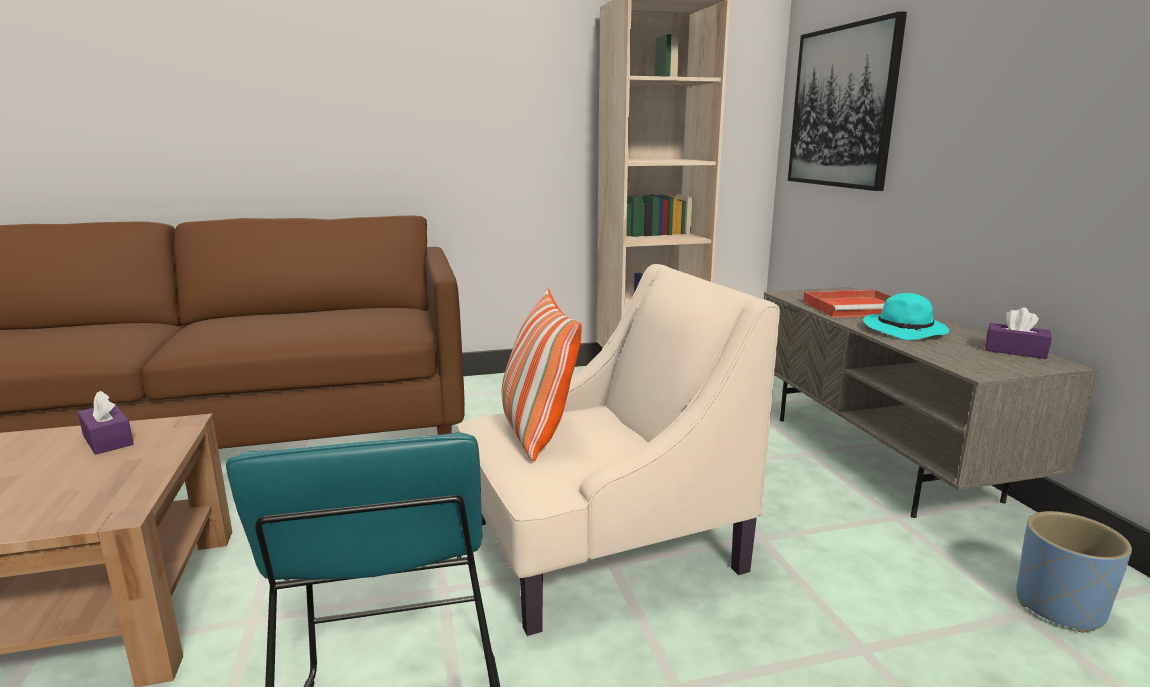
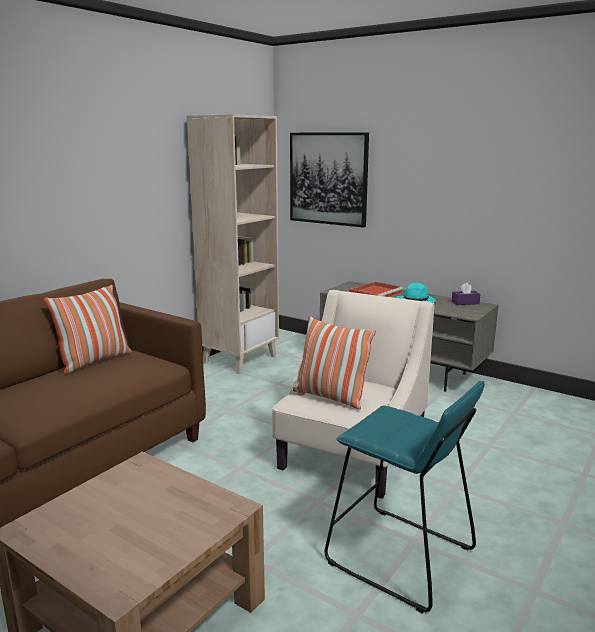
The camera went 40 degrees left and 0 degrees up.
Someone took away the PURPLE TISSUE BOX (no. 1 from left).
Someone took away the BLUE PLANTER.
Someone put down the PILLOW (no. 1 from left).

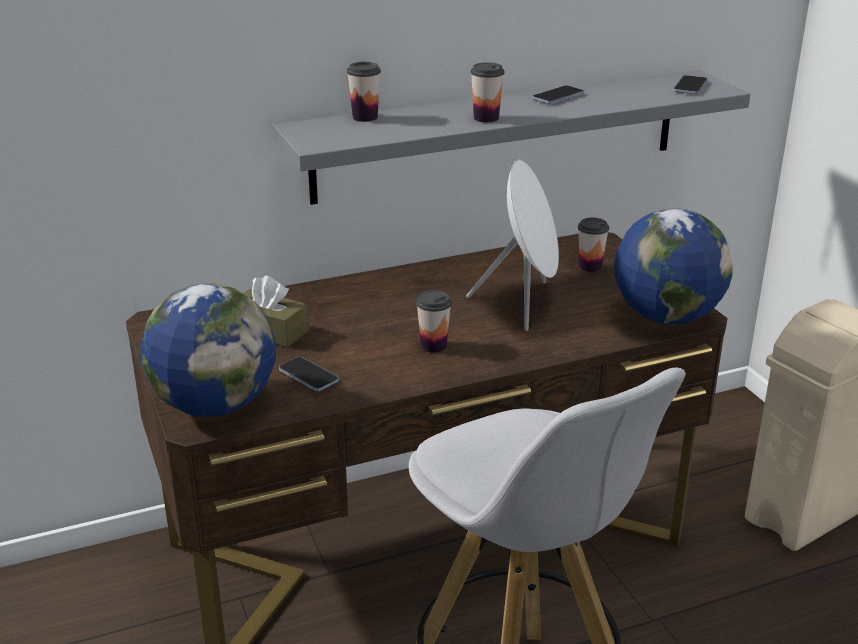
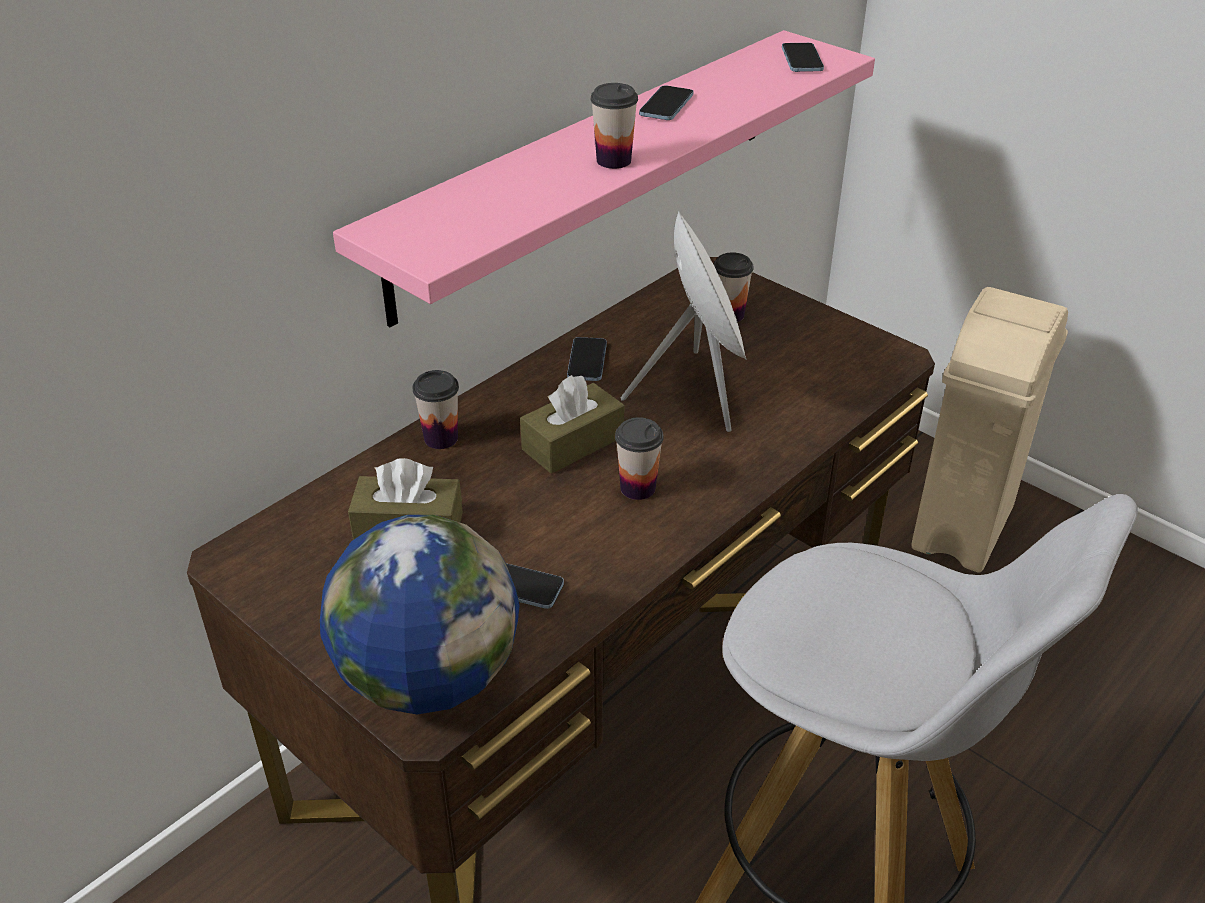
The camera went 25 degrees left and 10 degrees up.
Someone took away the GLOBE (no. 2 from left).
Someone put down the BROWN TISSUE BOX (no. 2 from left).
Someone put down the PHONE (no. 2 from left).
Someone carried the CUP (no. 1 from left).
Someone repainted the GREY SHELF, which became the PINK SHELF.

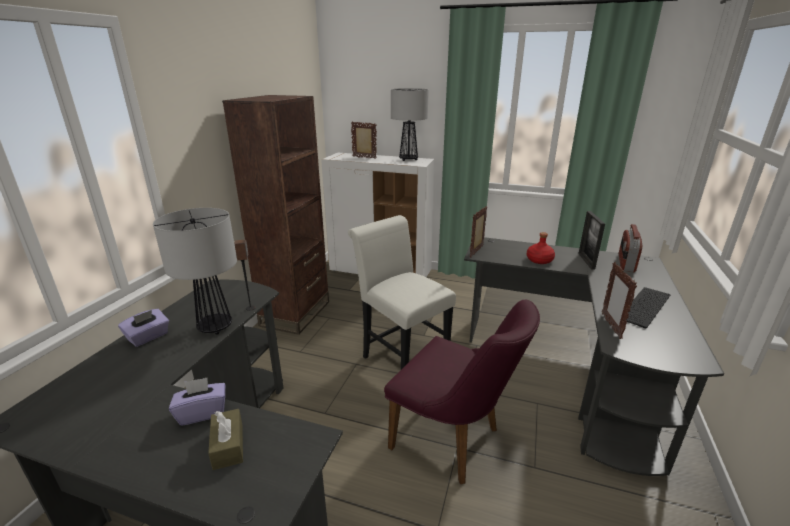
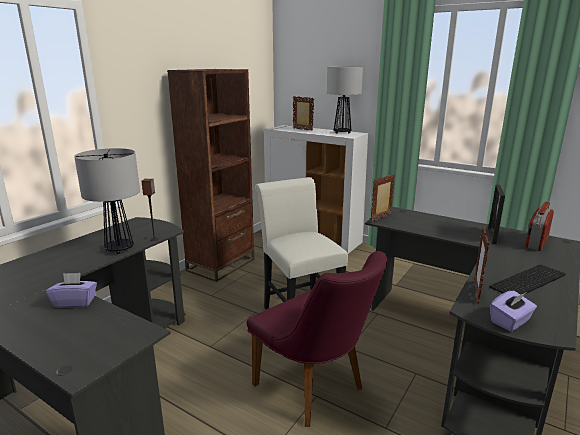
The camera went 15 degrees right and 5 degrees down.
Someone took away the BROWN TISSUE BOX.
Someone took away the RED BOTTLE.
Someone carried the PURPLE TISSUE BOX (no. 1 from left in the first image).

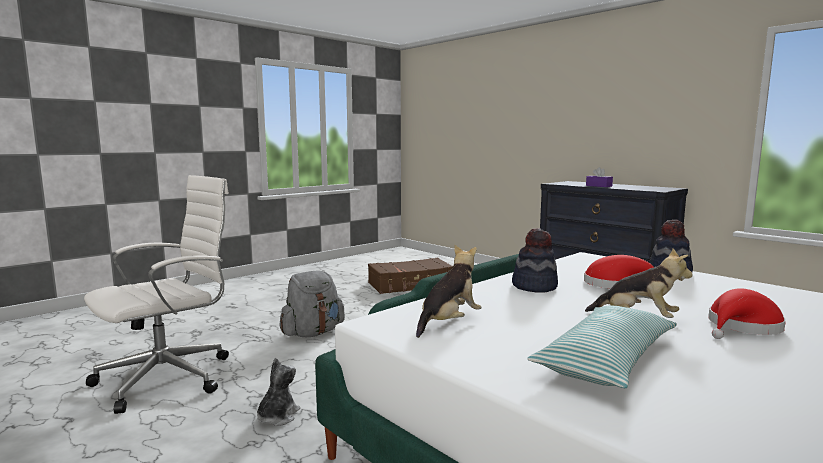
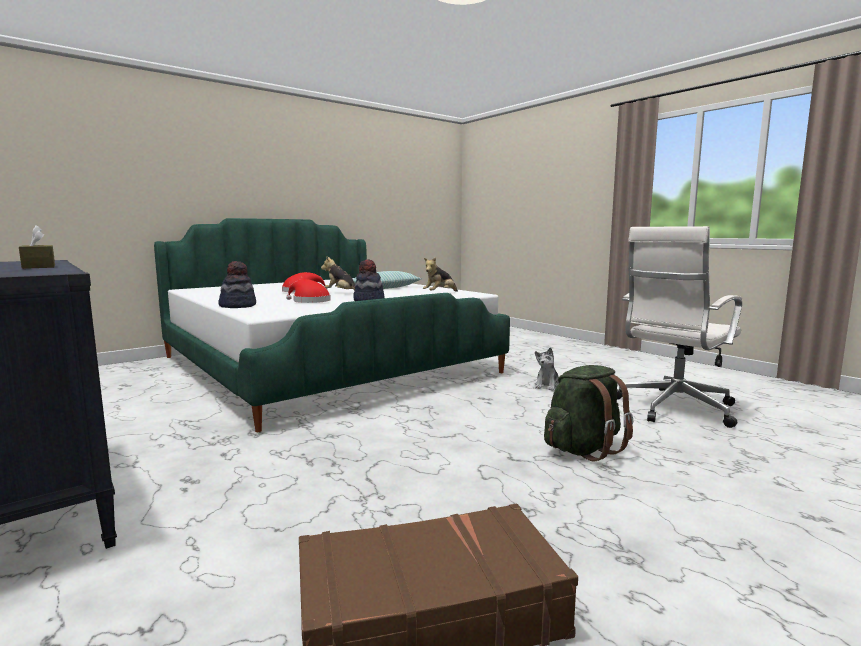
The camera went 175 degrees left and 0 degrees up.
Someone repainted the GREY BACKPACK, which became the GREEN BACKPACK.
Someone repainted the PURPLE TISSUE BOX, which became the BROWN TISSUE BOX.

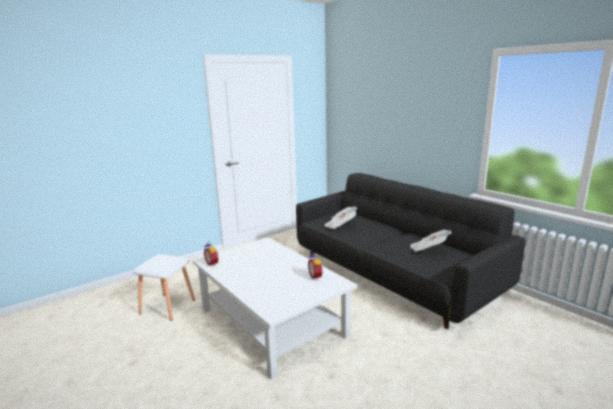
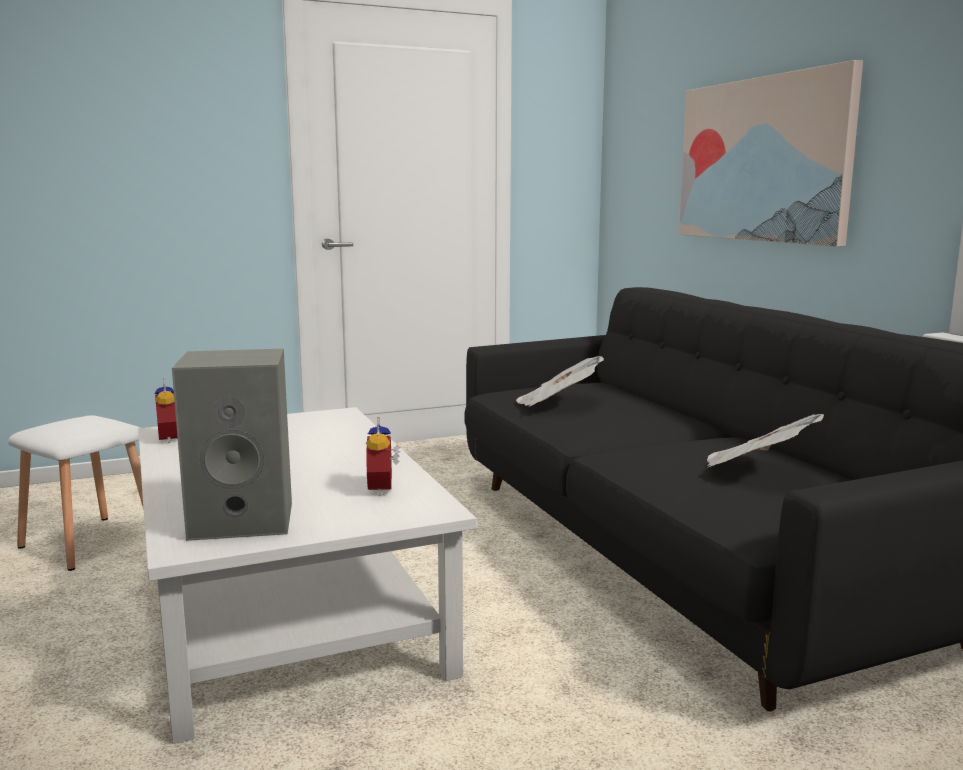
The camera went 15 degrees right and 5 degrees down.
Someone put down the GREY SPEAKER.
Someone put up the PICTURE.

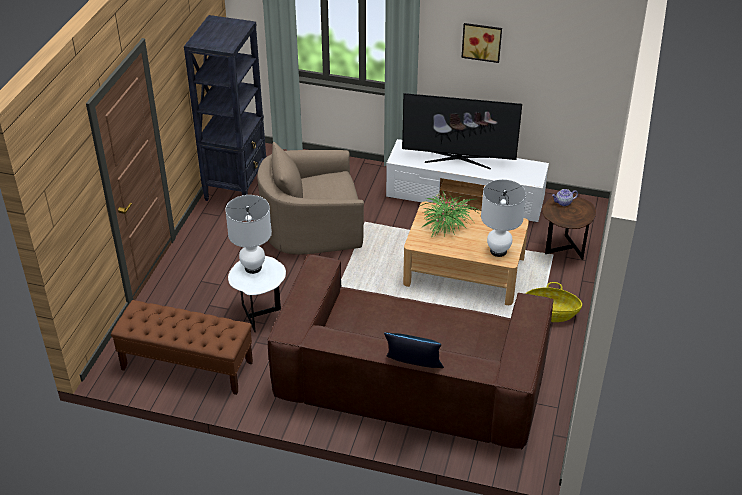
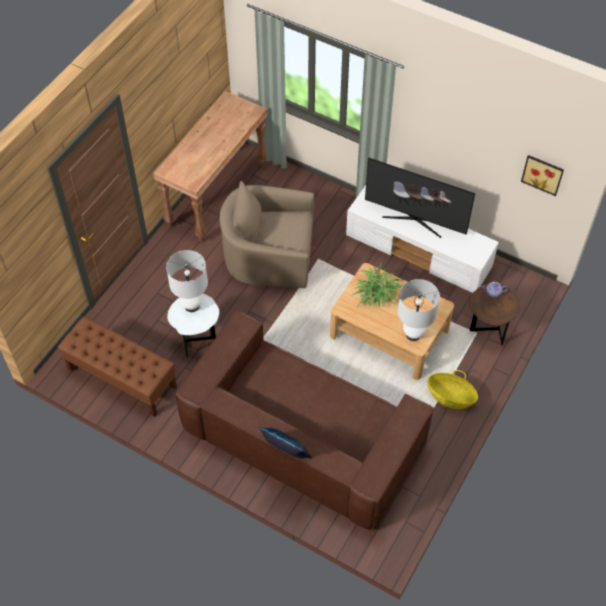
The camera went 15 degrees right and 15 degrees up.
Someone carried the PICTURE.
Someone swapped the BLACK BOOKCASE for the BROWN CONSOLE TABLE.

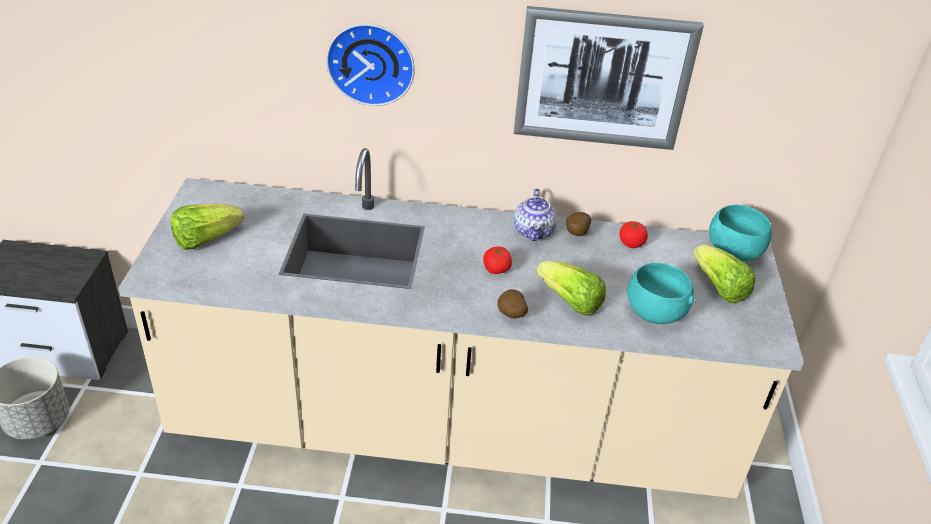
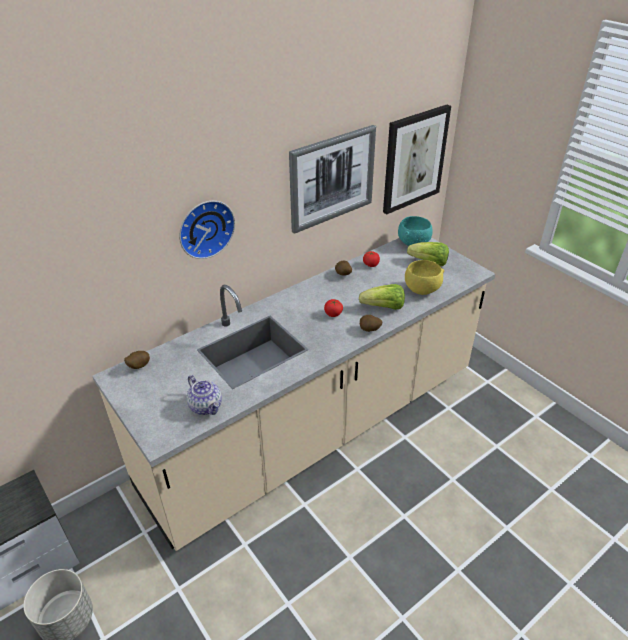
The camera went 40 degrees left and 0 degrees up.
Someone took away the LETTUCE (no. 1 from left).
Someone put down the POTATO (no. 1 from left).
Someone put up the PICTURE (no. 2 from left).
Someone carried the TEAPOT.
Someone repainted the TURQUOISE BOWL (no. 1 from left), which became the YELLOW BOWL.

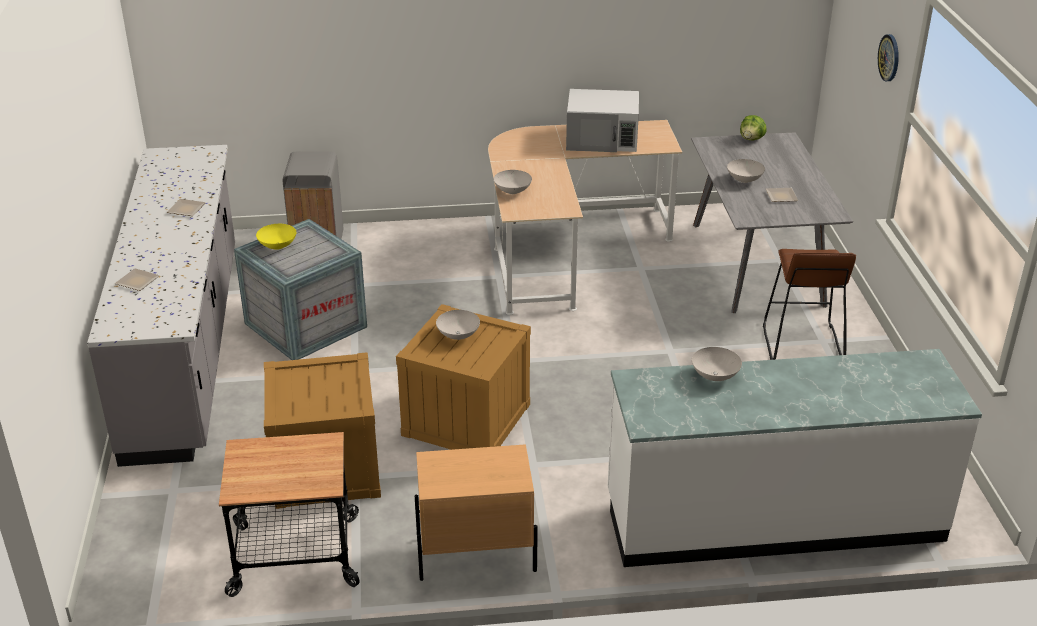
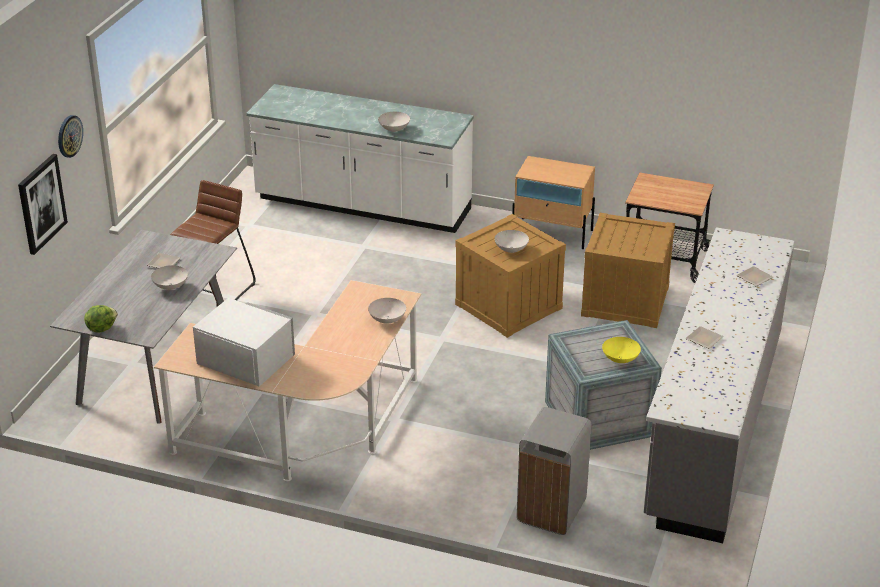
The camera went 155 degrees left and 0 degrees up.
Someone put up the PICTURE.

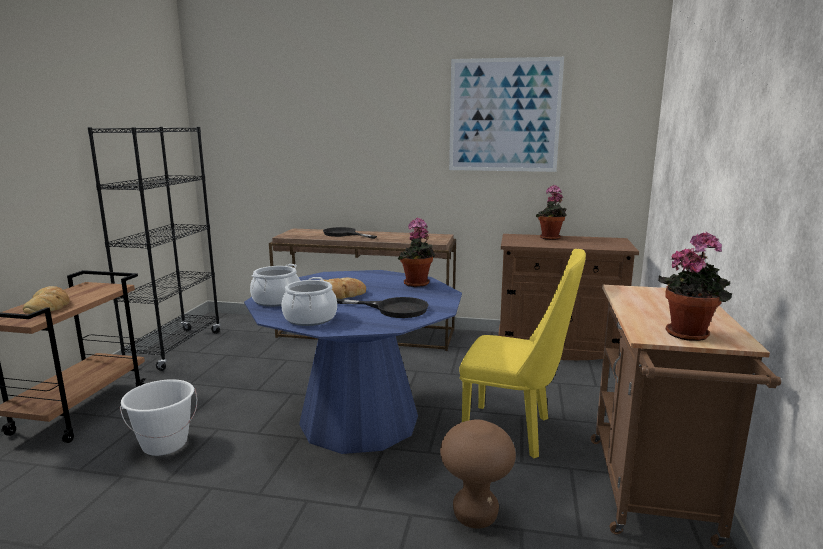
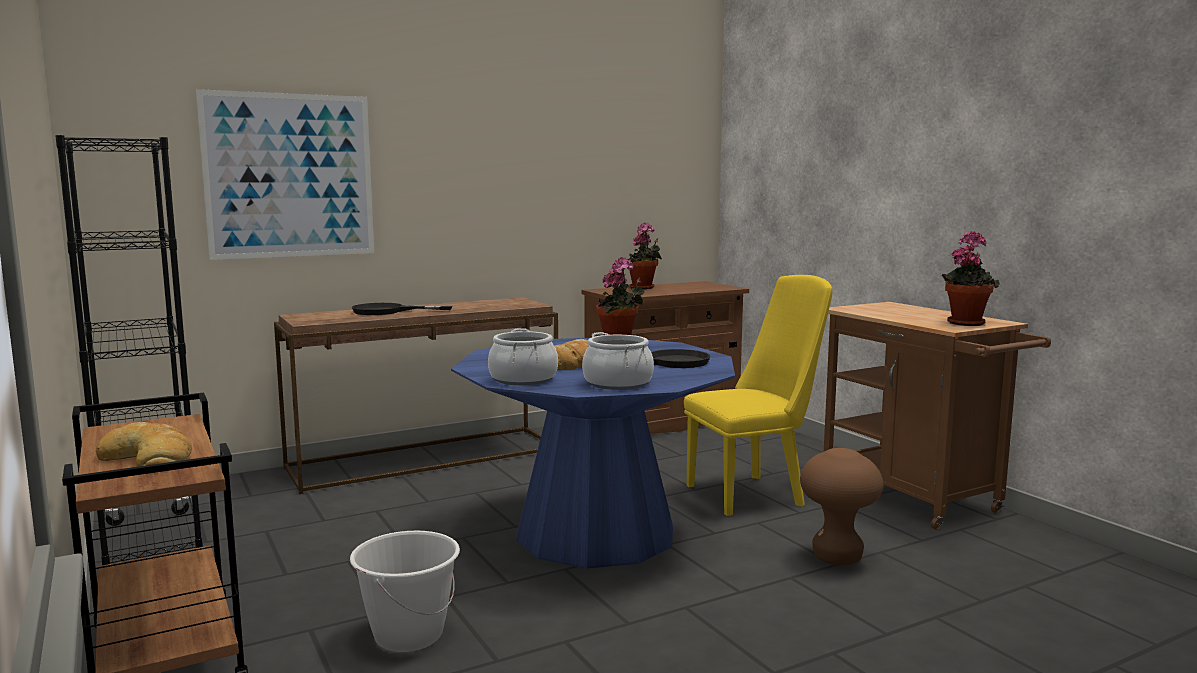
The camera went 40 degrees left and 5 degrees down.
Someone carried the PICTURE.

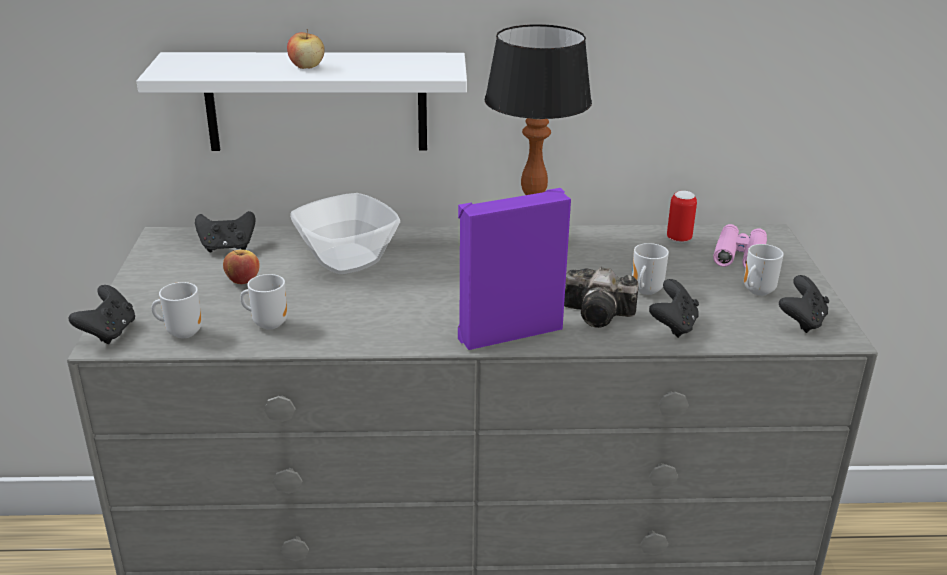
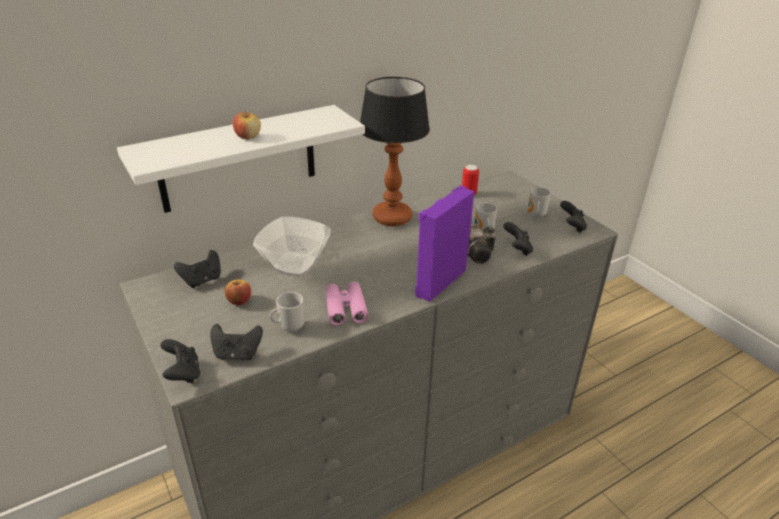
The camera went 30 degrees left and 5 degrees up.
Someone carried the PINK BINOCULARS.
Someone swapped the MUG (no. 1 from left) for the BLACK GAME CONTROLLER (no. 3 from left).

